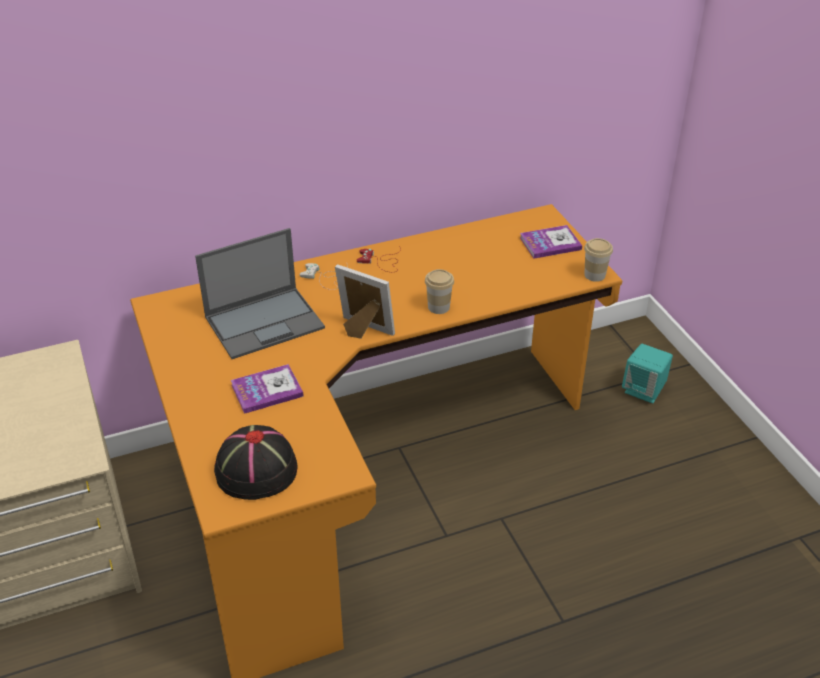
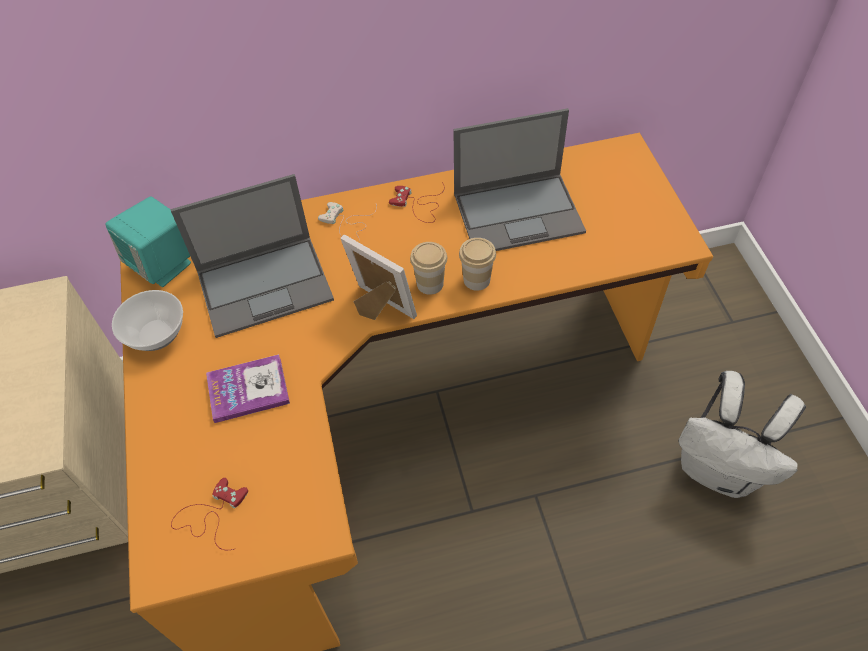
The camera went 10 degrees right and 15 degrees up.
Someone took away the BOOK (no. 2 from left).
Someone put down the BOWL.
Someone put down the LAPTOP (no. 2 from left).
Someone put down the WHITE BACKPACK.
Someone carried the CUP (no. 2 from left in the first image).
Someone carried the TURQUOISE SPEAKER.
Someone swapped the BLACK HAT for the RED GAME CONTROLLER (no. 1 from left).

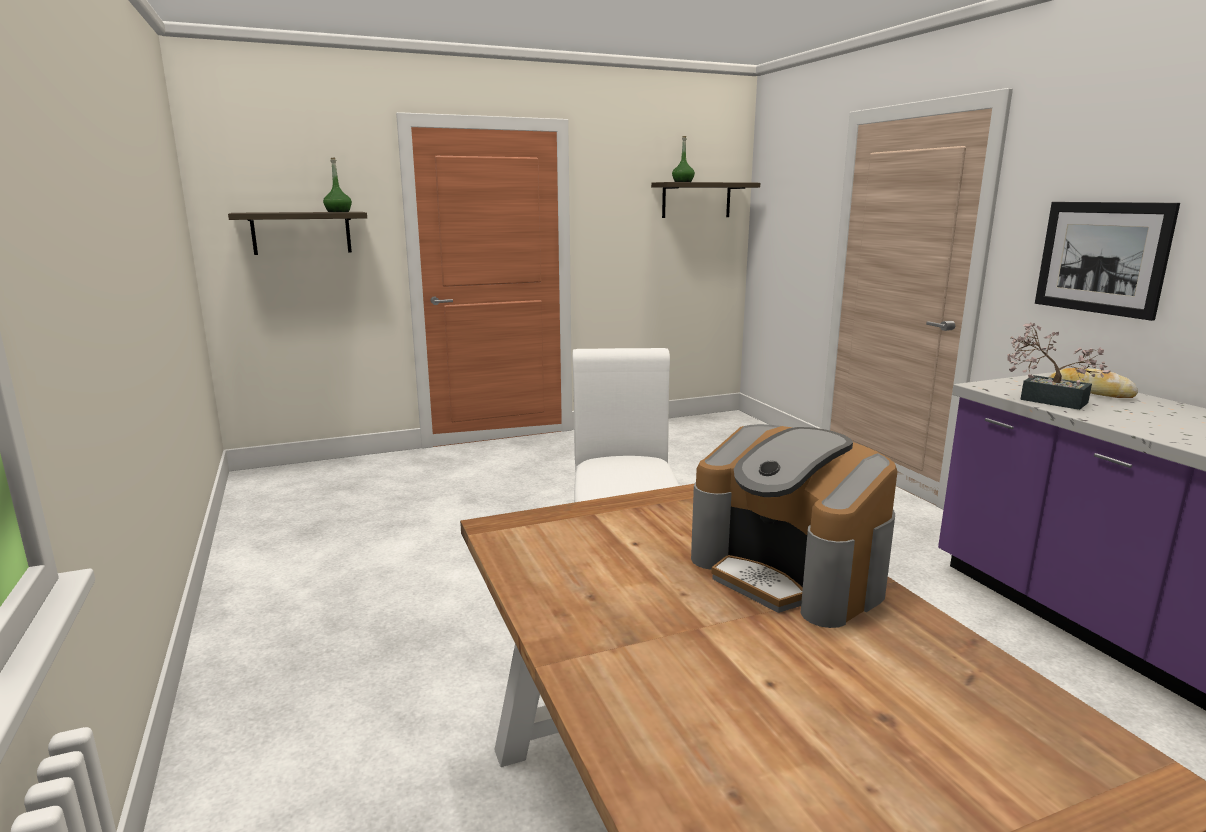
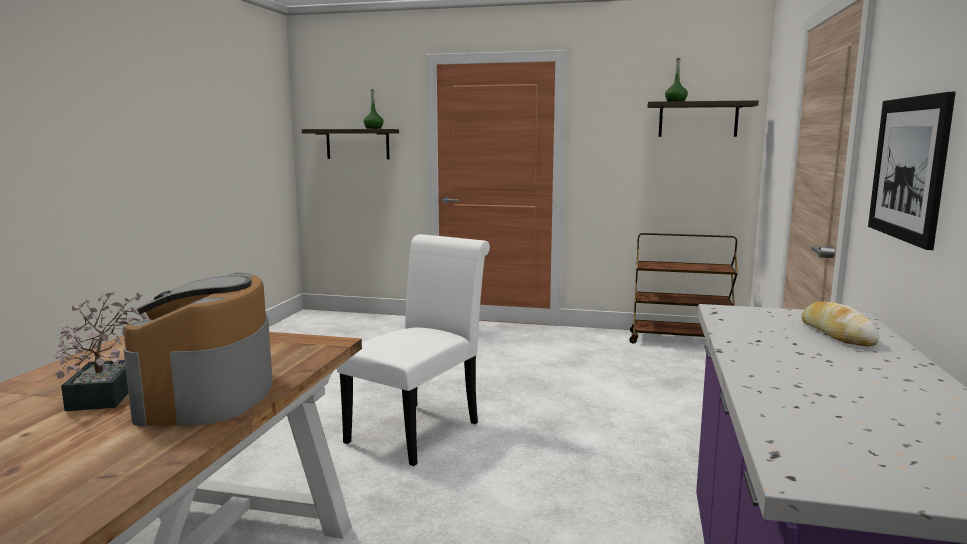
The camera went 35 degrees right and 5 degrees down.
Someone put down the BROWN CART.
Someone carried the POTTED PLANT.

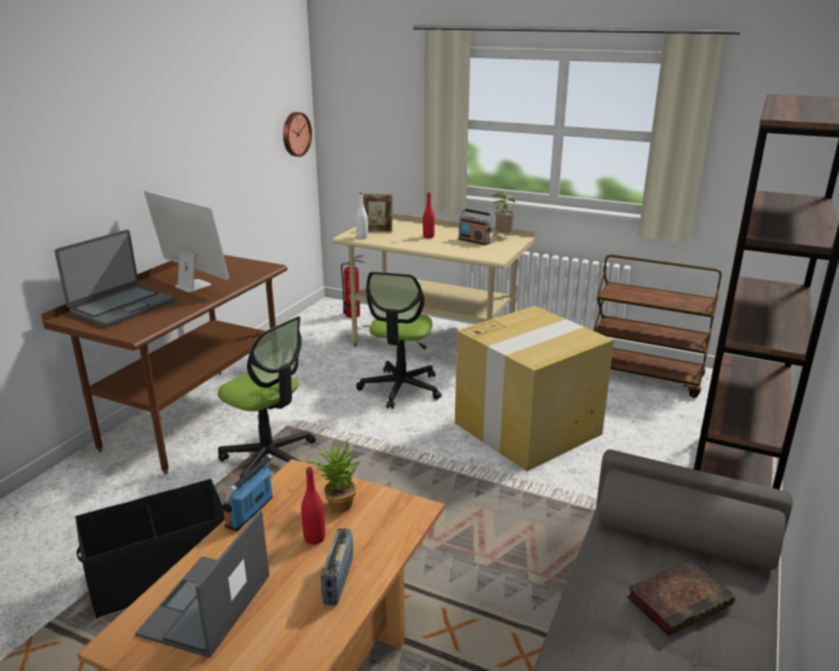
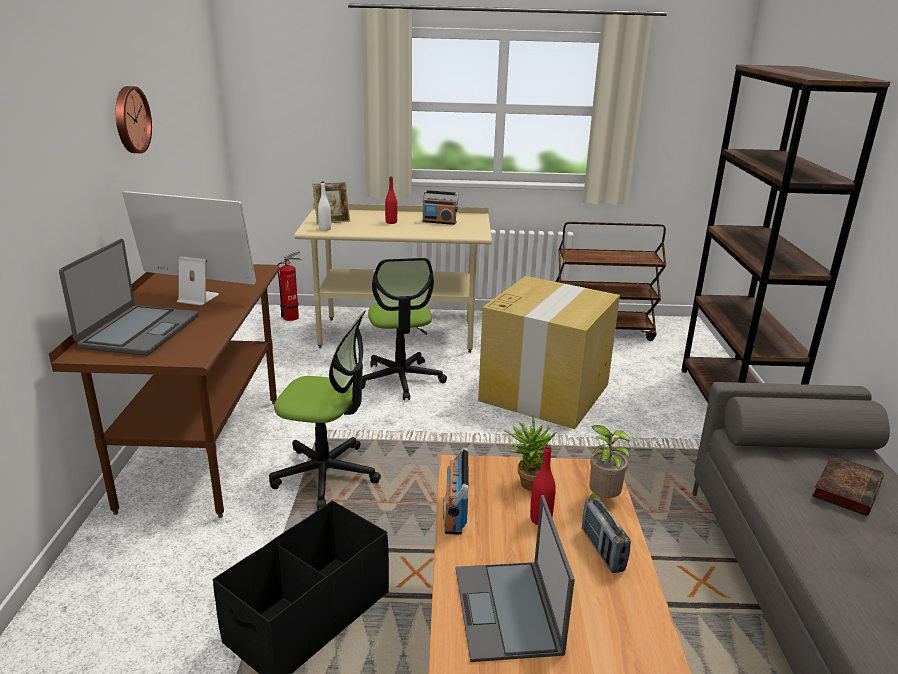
The camera went 25 degrees left and 0 degrees up.
Someone carried the WALL CLOCK.
Someone carried the POTTED PLANT (no. 2 from left).

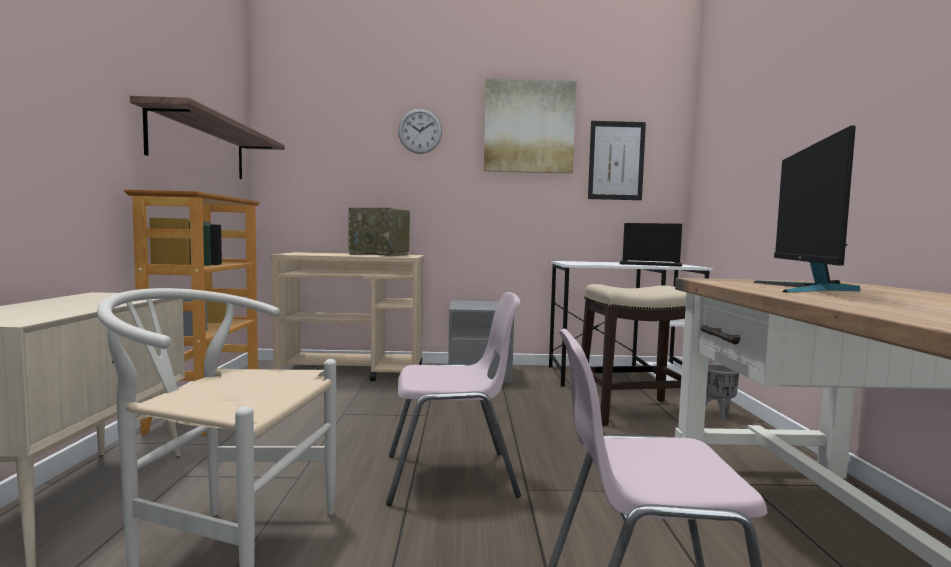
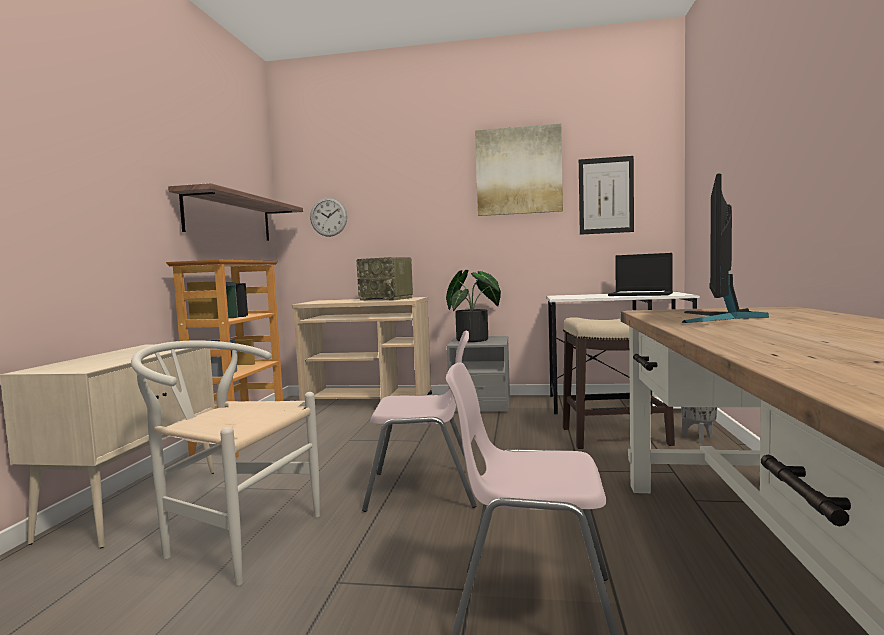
The camera went 10 degrees right and 0 degrees up.
Someone put down the POTTED PLANT.
Someone carried the WALL CLOCK.

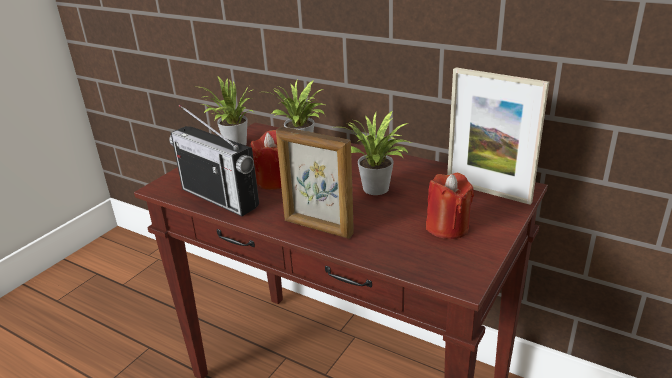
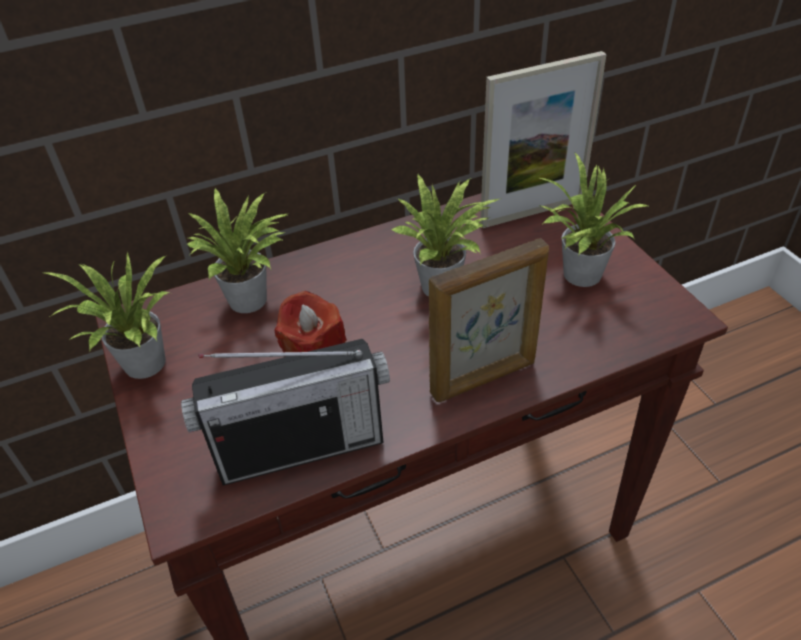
The camera went 55 degrees left and 15 degrees up.
Someone swapped the RED CANDLE (no. 2 from left) for the POTTED PLANT (no. 4 from left).

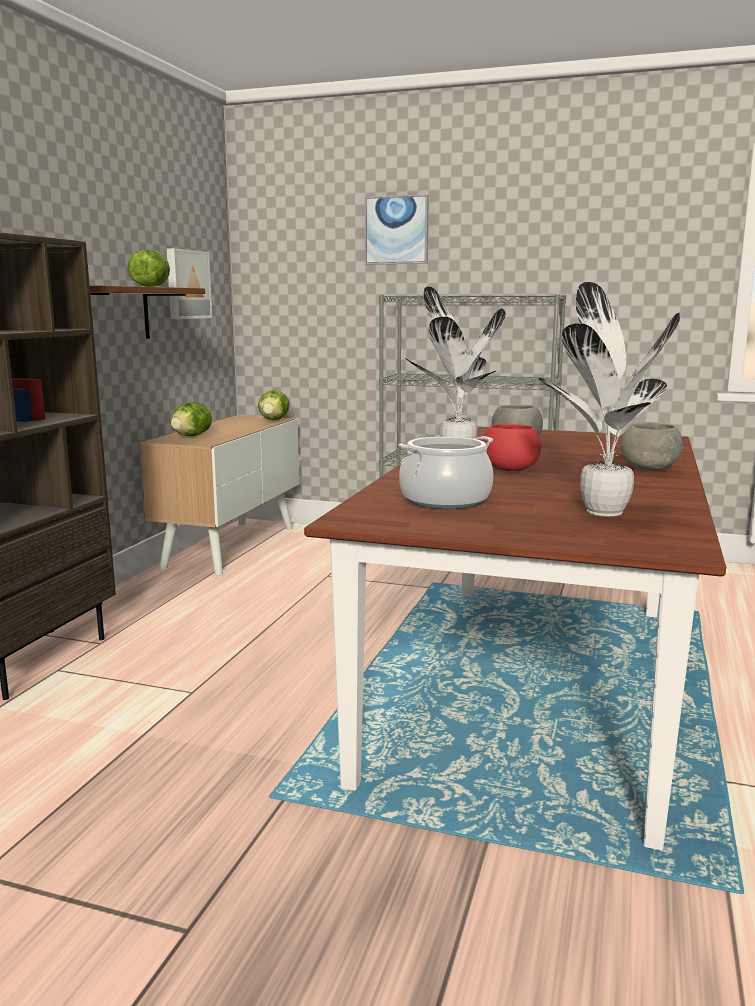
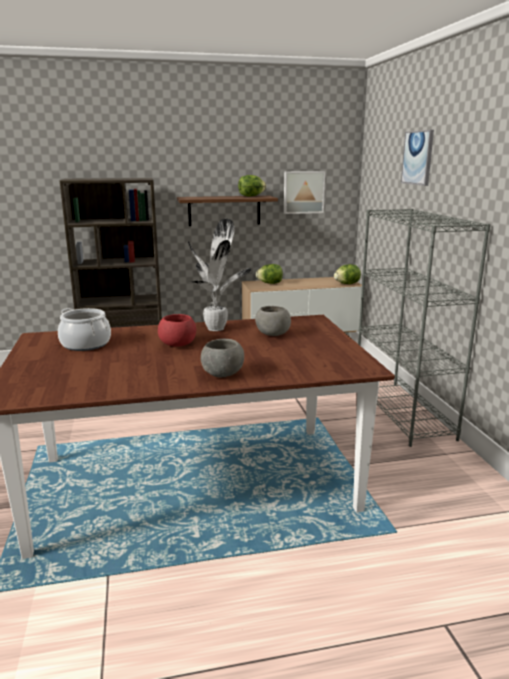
The camera went 60 degrees right and 5 degrees up.
Someone took away the POTTED PLANT (no. 2 from left).

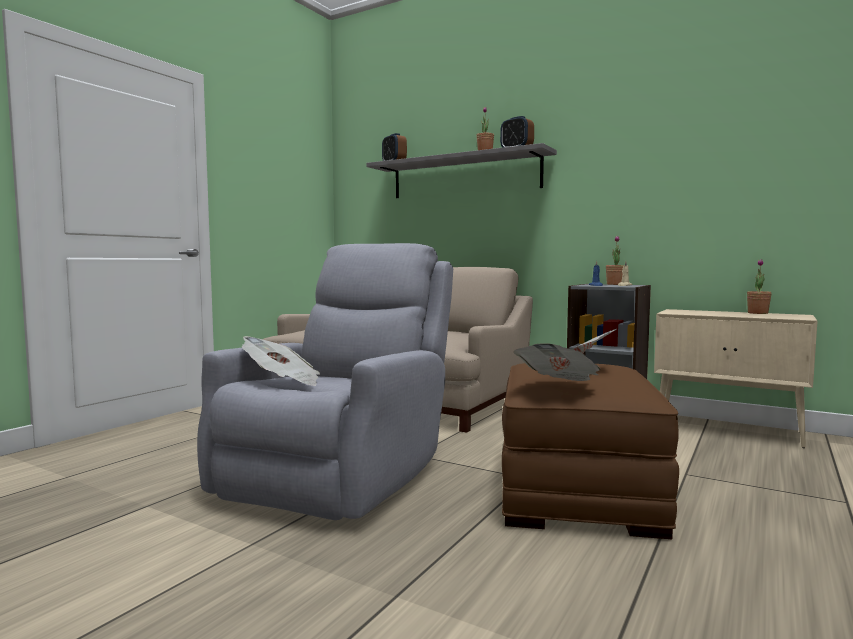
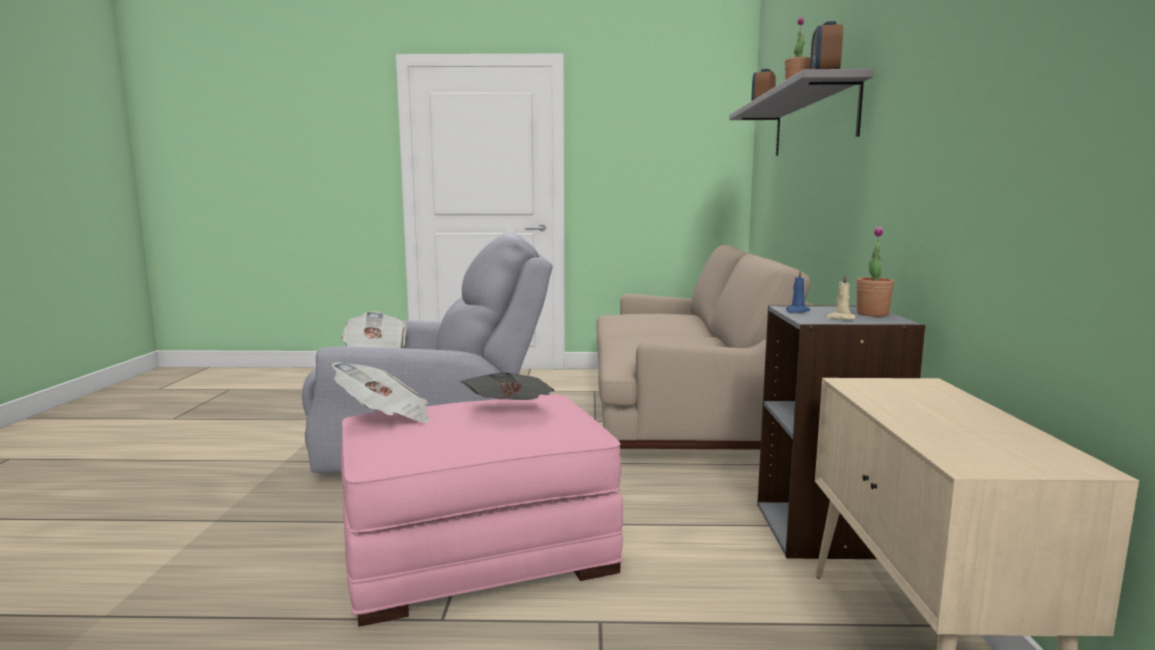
The camera went 60 degrees right and 5 degrees up.
Someone took away the POTTED PLANT (no. 3 from left).
Someone repainted the BROWN OTTOMAN, which became the PINK OTTOMAN.

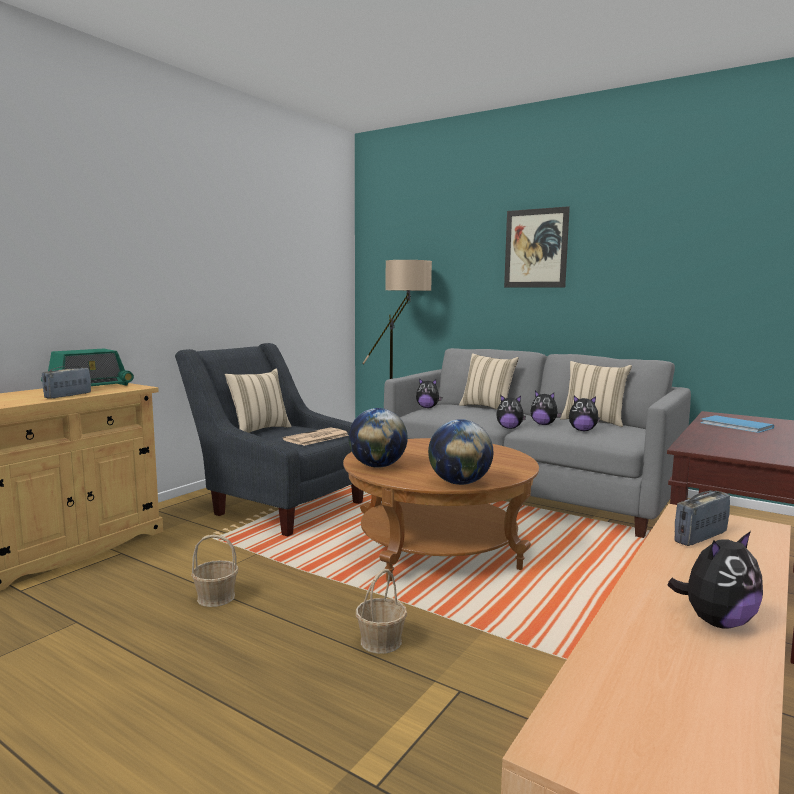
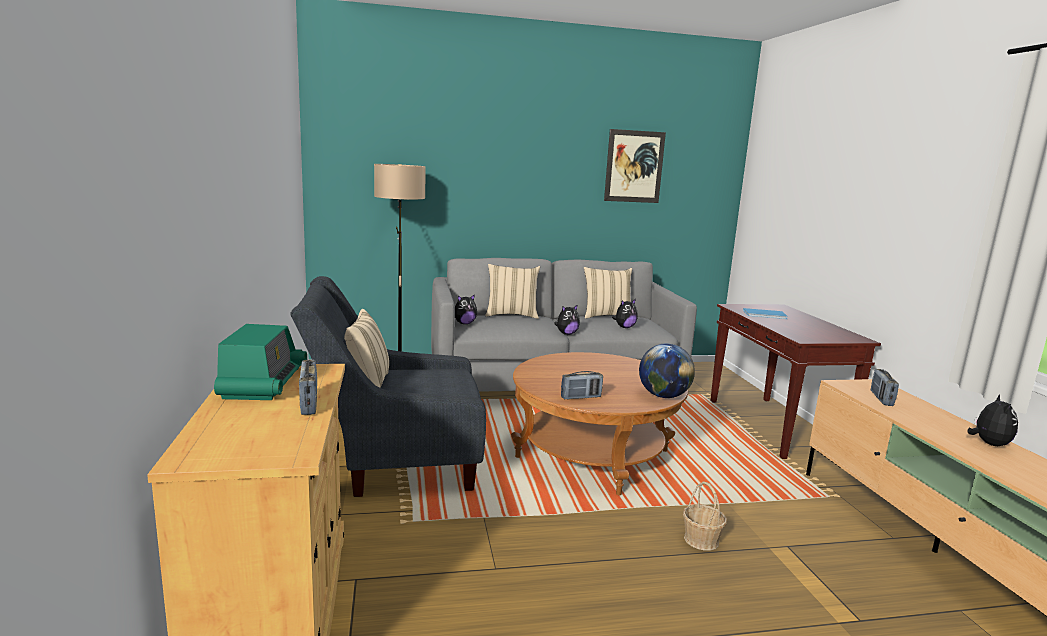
The camera went 45 degrees left and 5 degrees up.
Someone took away the BASKET (no. 1 from left).
Someone took away the NEWSPAPER.
Someone took away the PLUSH TOY (no. 3 from left).
Someone carried the PICTURE.
Someone swapped the GLOBE (no. 1 from left) for the RADIO (no. 3 from left).

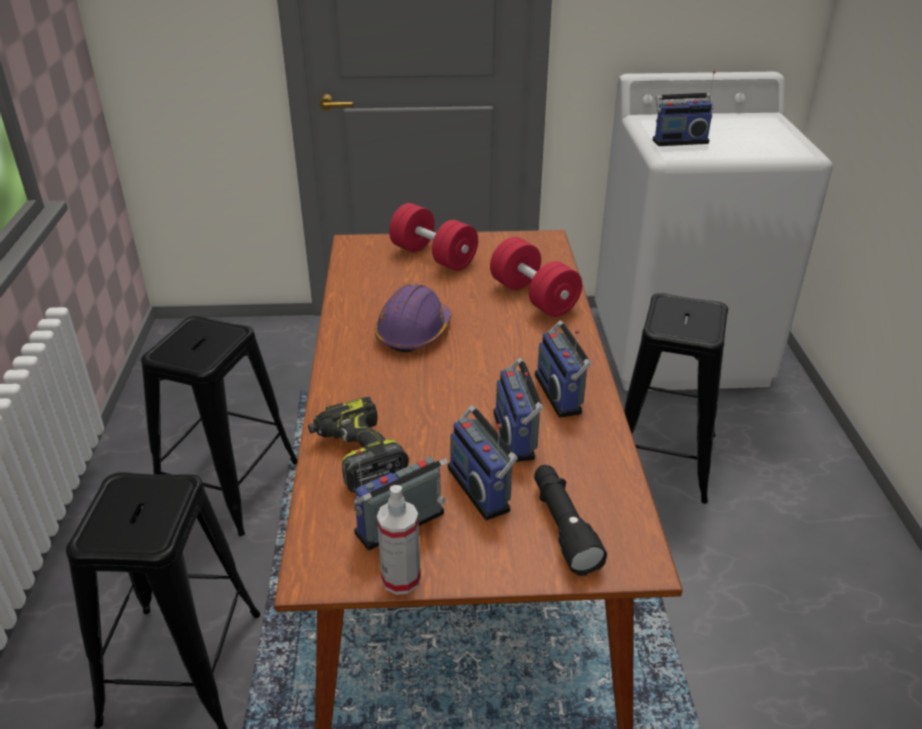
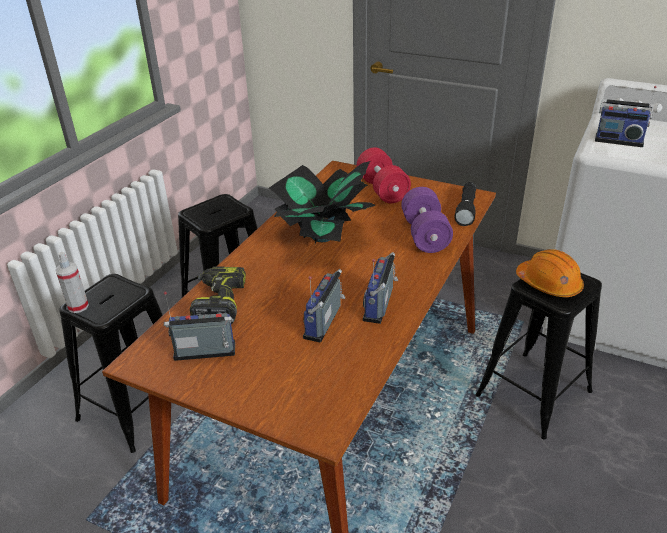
The camera went 30 degrees right and 0 degrees up.
Someone took away the RADIO (no. 2 from left).
Someone put down the ORANGE HARD HAT.
Someone carried the SPRAY BOTTLE.
Someone carried the BLACK FLASHLIGHT.
Someone swapped the PURPLE HARD HAT for the POTTED PLANT.
Someone repainted the RED DUMBBELL (no. 2 from left), which became the PURPLE DUMBBELL.

